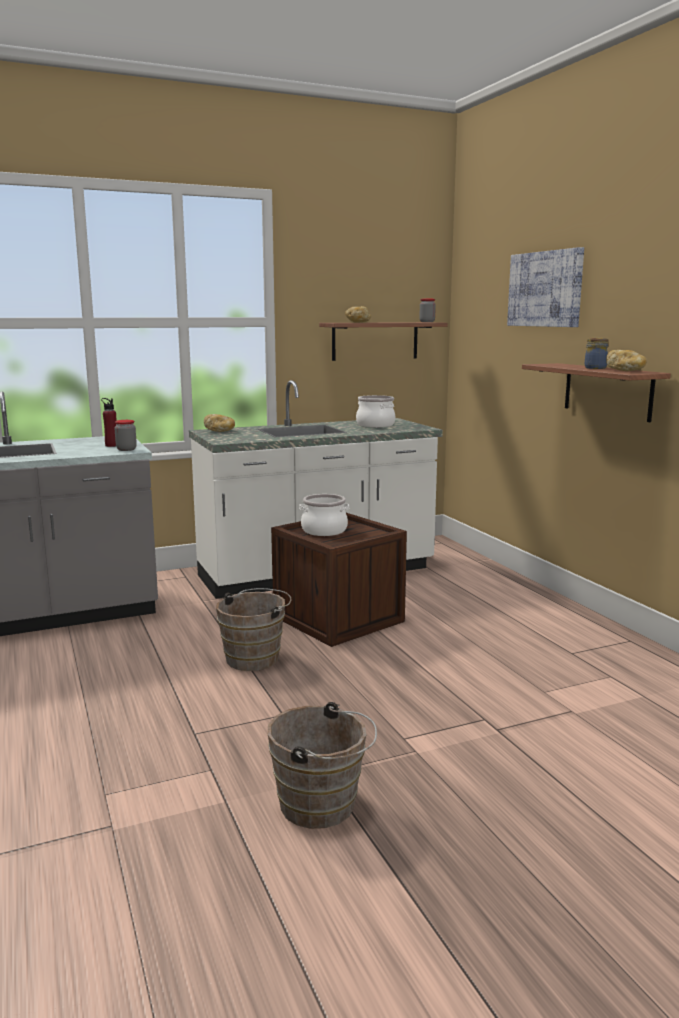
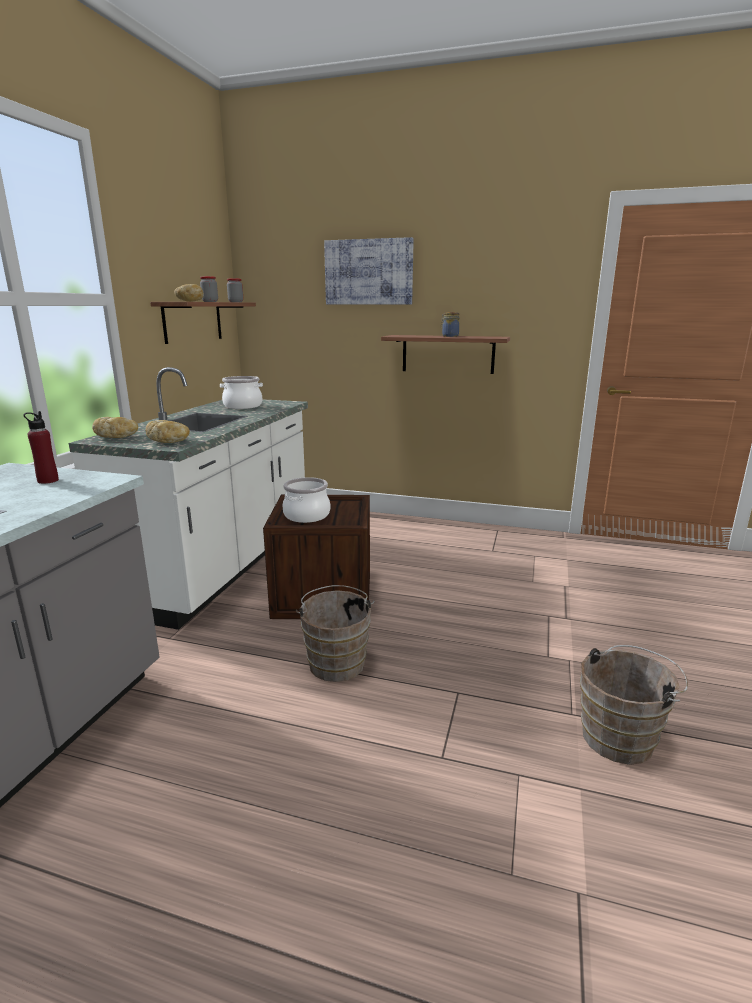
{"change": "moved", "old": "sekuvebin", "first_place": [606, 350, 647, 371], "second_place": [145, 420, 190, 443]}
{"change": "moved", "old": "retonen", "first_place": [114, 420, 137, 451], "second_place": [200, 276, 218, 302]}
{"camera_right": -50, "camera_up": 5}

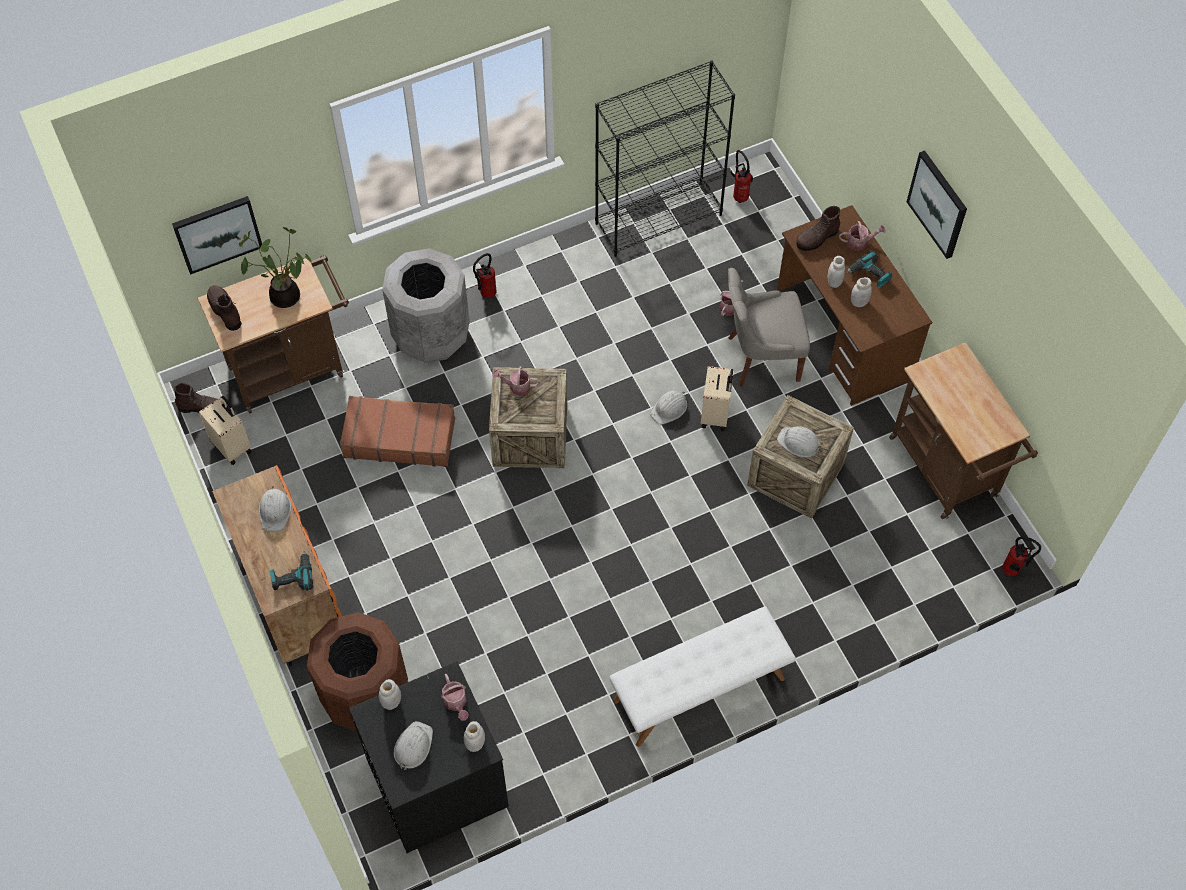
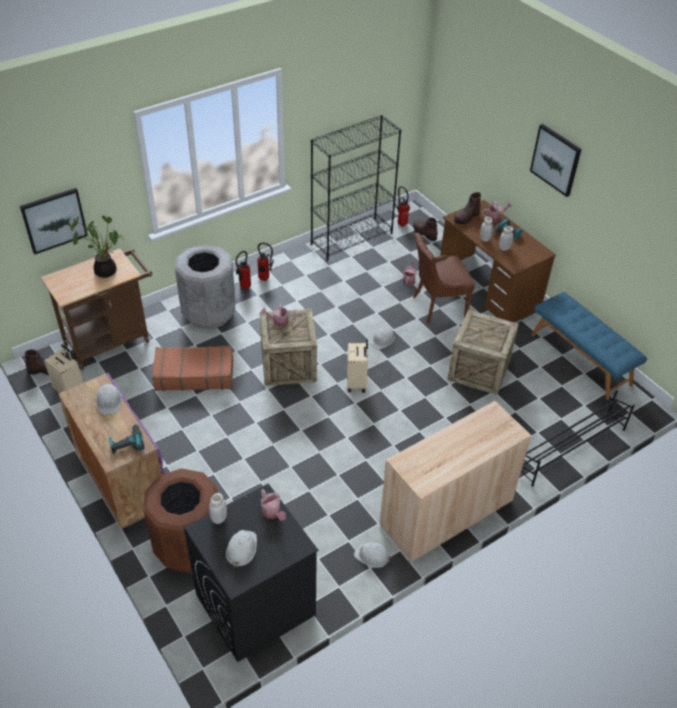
{"change": "recoloured", "old": "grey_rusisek", "new": "brown_rusisek", "first_place": [728, 268, 810, 387], "second_place": [413, 233, 475, 323]}
{"change": "moved", "old": "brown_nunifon", "first_place": [207, 285, 242, 331], "second_place": [413, 218, 438, 241]}
{"change": "replaced", "old": "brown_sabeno", "new": "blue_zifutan", "first_place": [889, 342, 1038, 519], "second_place": [531, 292, 647, 400]}
{"change": "moved", "old": "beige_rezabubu", "first_place": [701, 366, 734, 431], "second_place": [347, 339, 368, 393]}
{"change": "moved", "old": "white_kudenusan", "first_place": [777, 426, 822, 458], "second_place": [354, 542, 392, 568]}
{"change": "recoloured", "old": "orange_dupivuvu", "new": "purple_dupivuvu", "first_place": [212, 465, 342, 666], "second_place": [58, 373, 165, 533]}
{"change": "moved", "old": "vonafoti", "first_place": [1002, 536, 1041, 576], "second_place": [257, 243, 274, 281]}
{"change": "replaced", "old": "white_zifutan", "new": "beige_dupivuvu", "first_place": [609, 606, 796, 747], "second_place": [380, 401, 532, 563]}
{"change": "removed", "old": "white_retonen", "first_place": [464, 721, 485, 752]}
{"change": "added", "new": "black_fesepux", "second_place": [521, 390, 635, 486]}
{"camera_right": -10, "camera_up": -15}

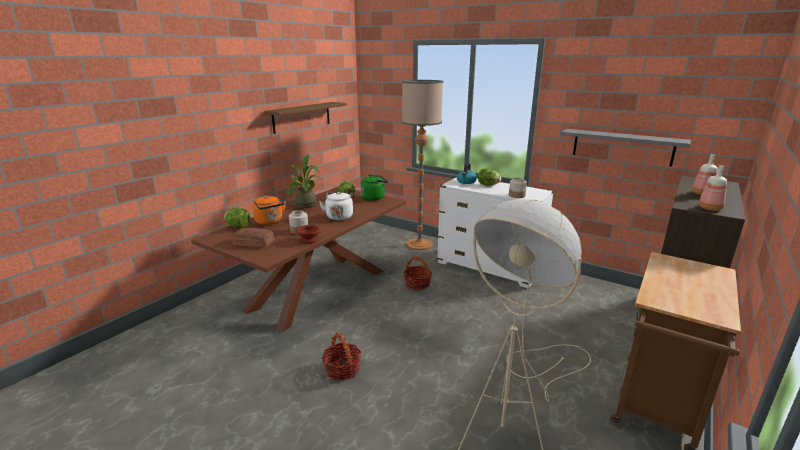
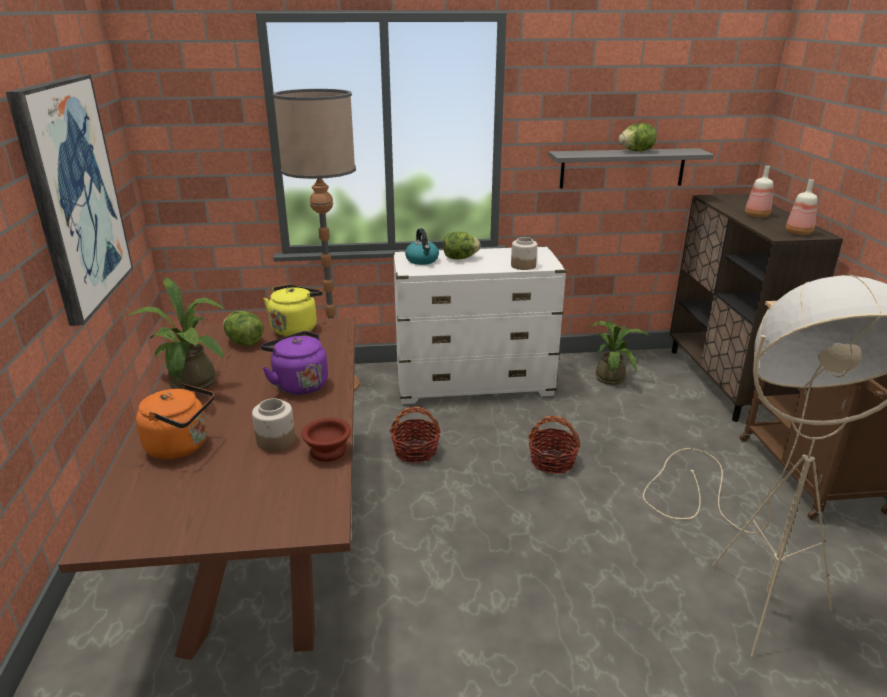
{"change": "replaced", "old": "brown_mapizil", "new": "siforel", "first_place": [264, 102, 347, 134], "second_place": [6, 75, 133, 326]}
{"change": "recoloured", "old": "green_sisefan", "new": "yellow_sisefan", "first_place": [360, 174, 389, 201], "second_place": [263, 285, 323, 336]}
{"change": "recoloured", "old": "white_sisefan", "new": "purple_sisefan", "first_place": [319, 192, 353, 220], "second_place": [261, 331, 328, 395]}
{"change": "moved", "old": "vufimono", "first_place": [224, 208, 250, 228], "second_place": [619, 123, 656, 151]}
{"change": "removed", "old": "sekuvebin", "first_place": [232, 228, 275, 247]}
{"change": "moved", "old": "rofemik", "first_place": [322, 333, 361, 380], "second_place": [528, 416, 580, 474]}
{"change": "added", "new": "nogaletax", "second_place": [589, 321, 650, 385]}
{"camera_right": -40, "camera_up": 5}

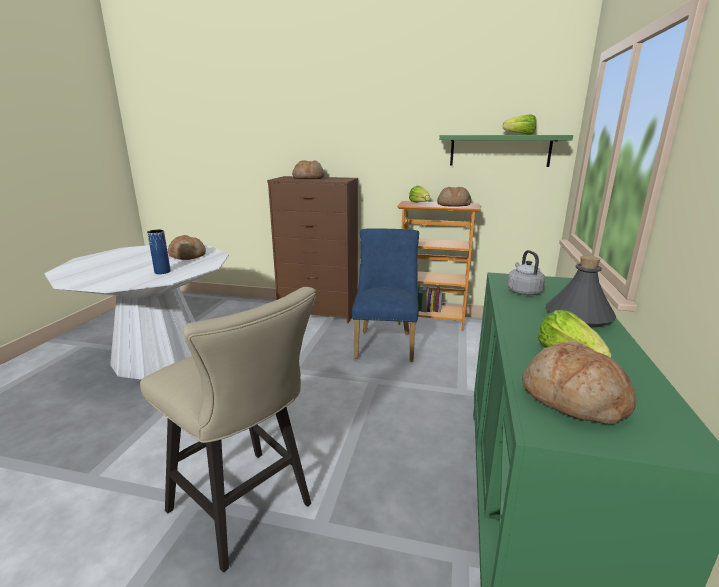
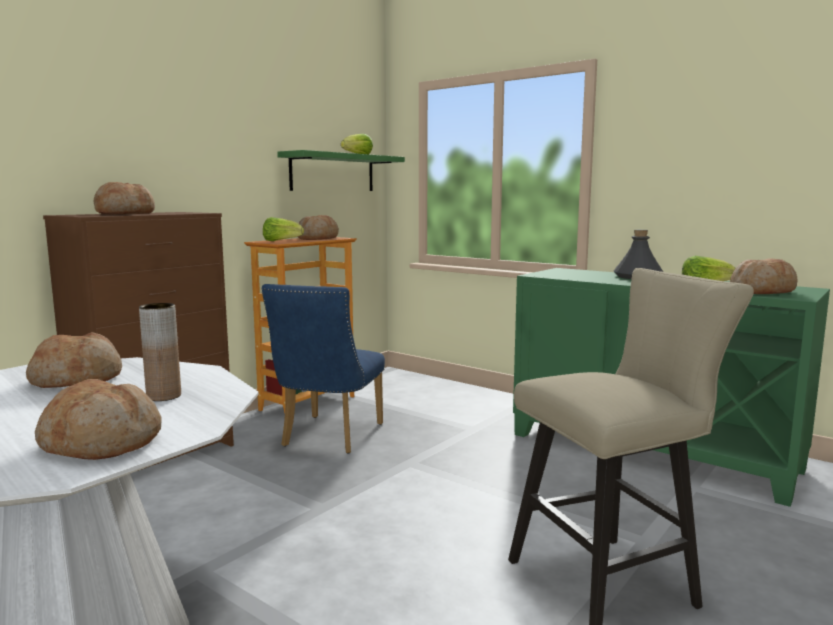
{"change": "turned", "old": "blue_rusisek", "first_place": [352, 228, 419, 362], "second_place": [262, 284, 385, 453], "degrees": -105}
{"change": "recoloured", "old": "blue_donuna", "new": "brown_donuna", "first_place": [147, 230, 171, 274], "second_place": [139, 303, 181, 401]}
{"change": "removed", "old": "grey_sisefan", "first_place": [508, 250, 545, 295]}
{"change": "added", "new": "sekuvebin", "second_place": [35, 379, 161, 460]}
{"camera_right": -65, "camera_up": -10}

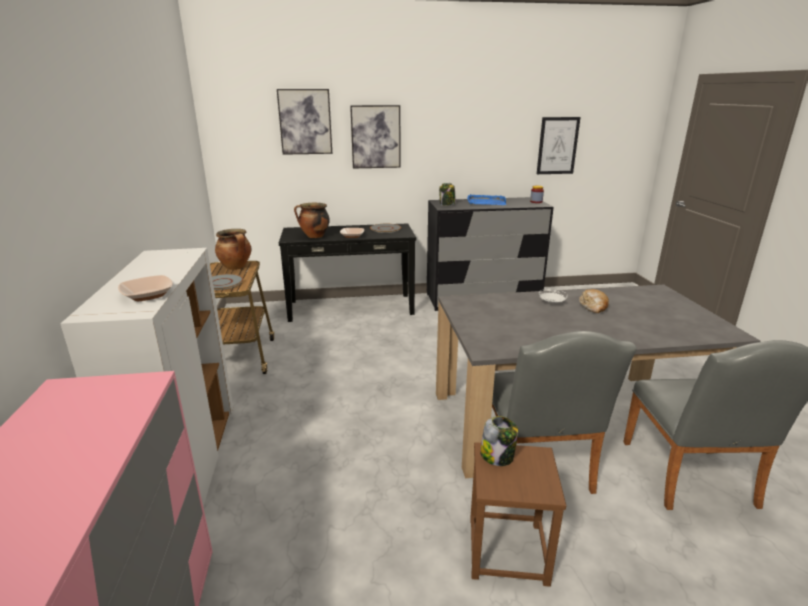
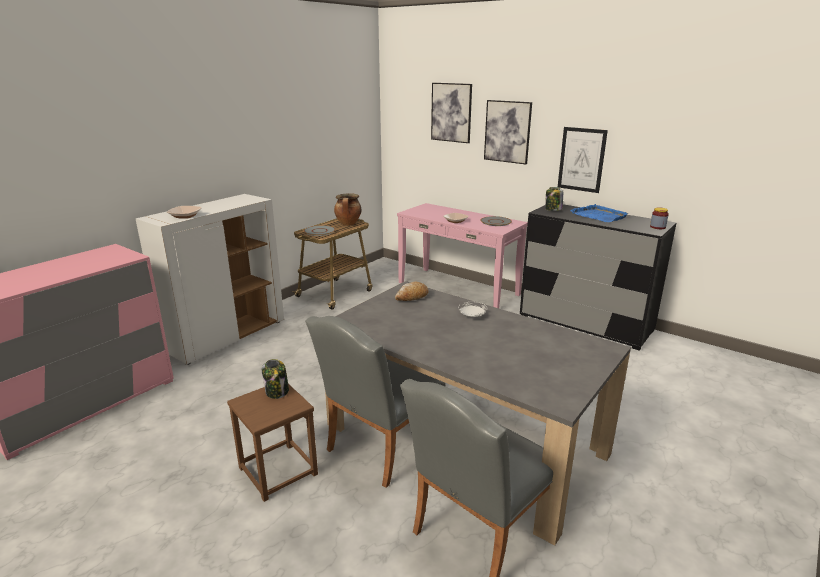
{"change": "moved", "old": "siforel", "first_place": [537, 117, 581, 174], "second_place": [558, 127, 608, 193]}
{"change": "removed", "old": "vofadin", "first_place": [294, 203, 330, 238]}
{"change": "recoloured", "old": "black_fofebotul", "new": "pink_fofebotul", "first_place": [279, 223, 416, 322], "second_place": [397, 203, 528, 308]}
{"change": "moved", "old": "sekuvebin", "first_place": [579, 289, 609, 313], "second_place": [395, 282, 429, 301]}
{"camera_right": 45, "camera_up": 0}

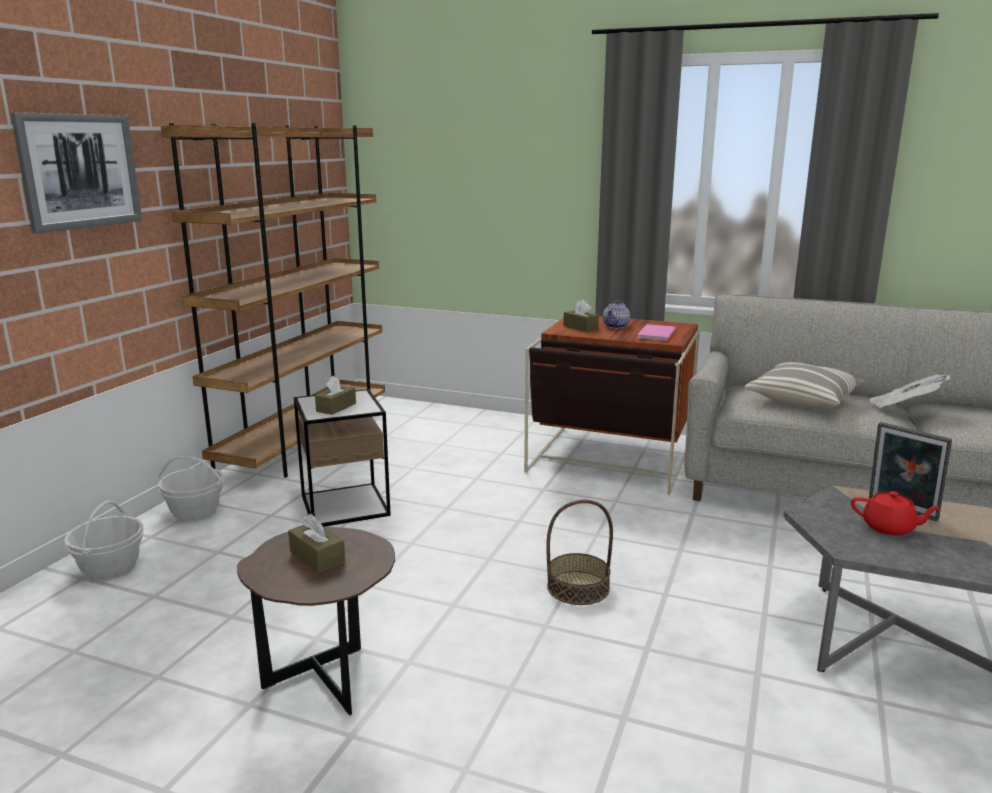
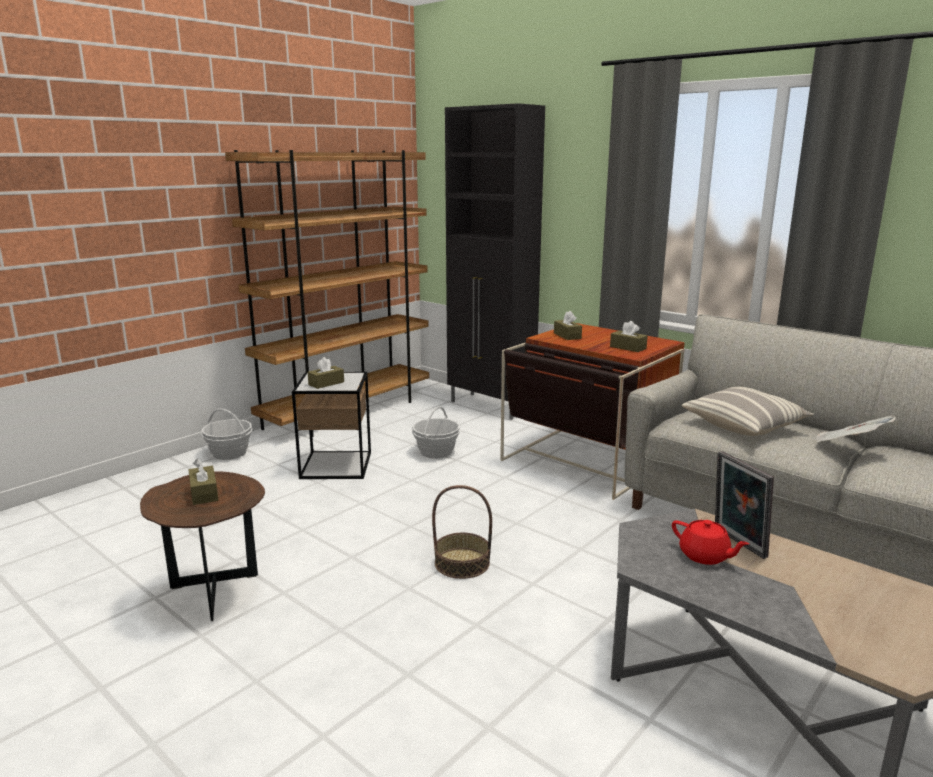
{"change": "removed", "old": "siforel", "first_place": [10, 112, 142, 234]}
{"change": "removed", "old": "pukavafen", "first_place": [603, 300, 630, 329]}
{"change": "replaced", "old": "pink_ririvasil", "new": "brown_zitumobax", "first_place": [637, 324, 676, 341], "second_place": [610, 321, 648, 352]}
{"change": "moved", "old": "rofemik", "first_place": [64, 500, 144, 581], "second_place": [412, 406, 460, 458]}
{"change": "added", "new": "black_dupivuvu", "second_place": [445, 103, 545, 420]}
{"camera_right": 20, "camera_up": 0}

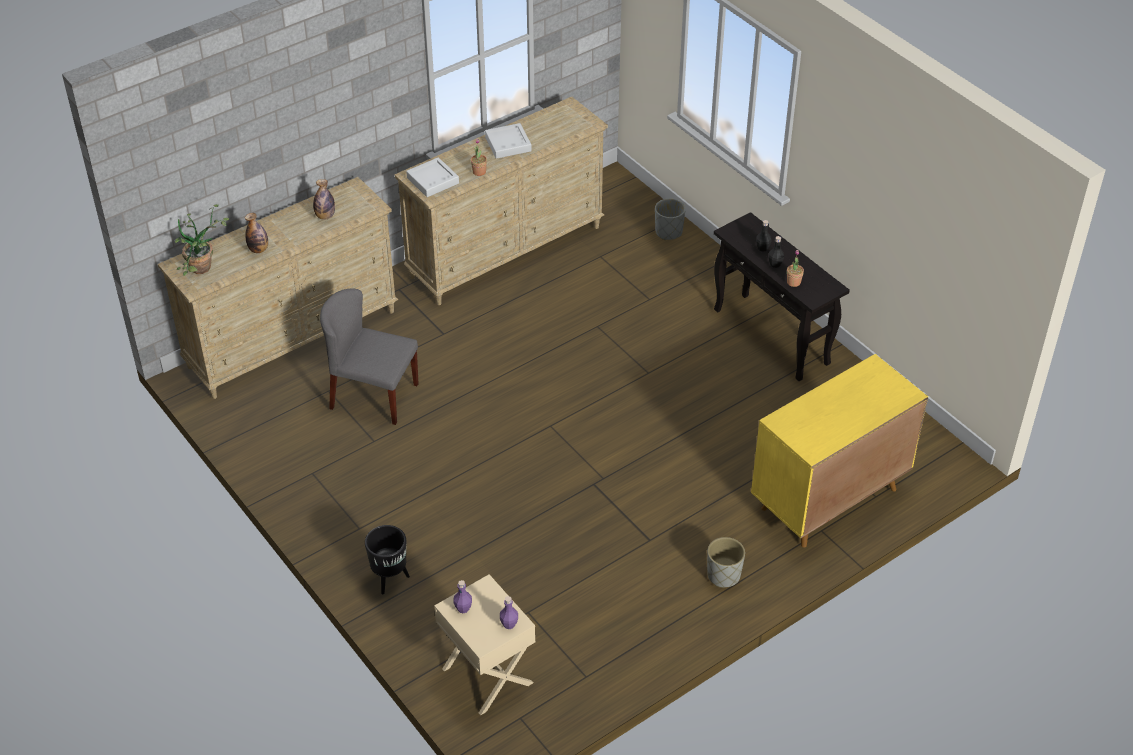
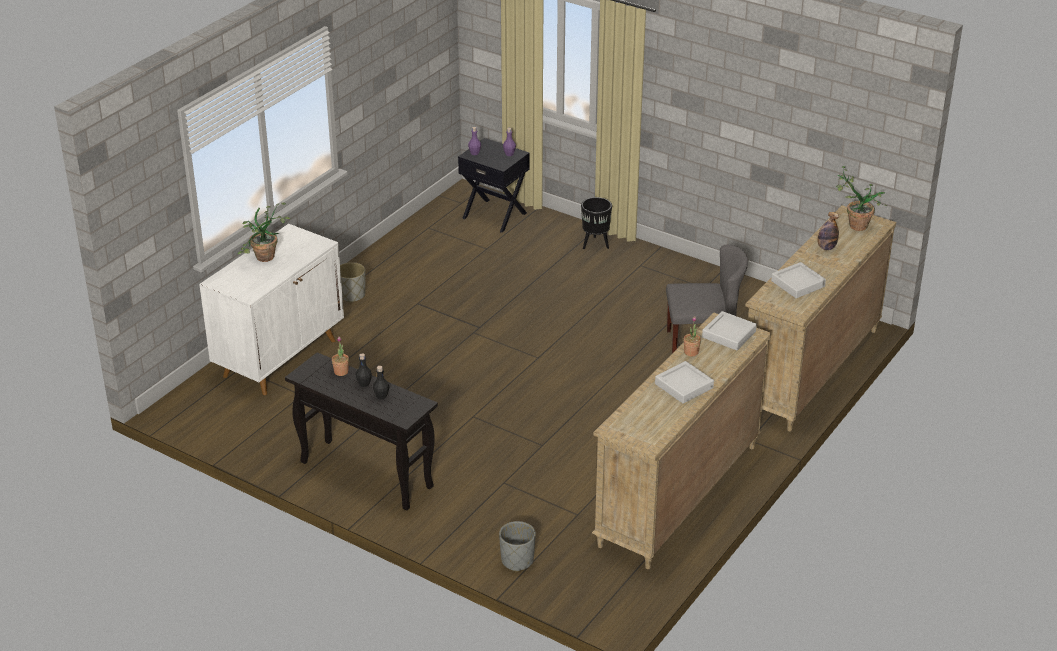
{"change": "replaced", "old": "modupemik", "new": "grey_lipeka", "first_place": [313, 179, 335, 220], "second_place": [771, 262, 826, 298]}
{"change": "recoloured", "old": "yellow_dupivuvu", "new": "white_dupivuvu", "first_place": [751, 354, 928, 548], "second_place": [199, 224, 344, 395]}
{"change": "recoloured", "old": "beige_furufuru", "new": "black_furufuru", "first_place": [434, 574, 535, 715], "second_place": [458, 138, 530, 233]}
{"change": "added", "new": "nogaletax", "second_place": [238, 202, 291, 262]}
{"camera_right": 160, "camera_up": -10}

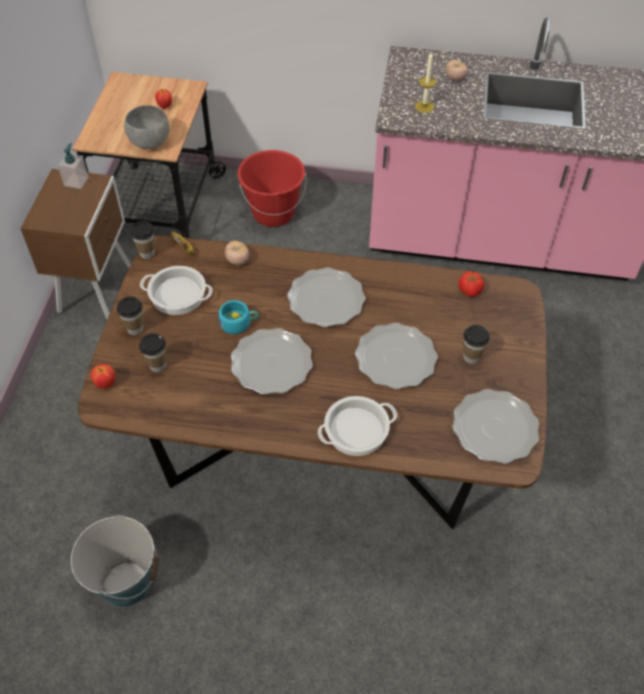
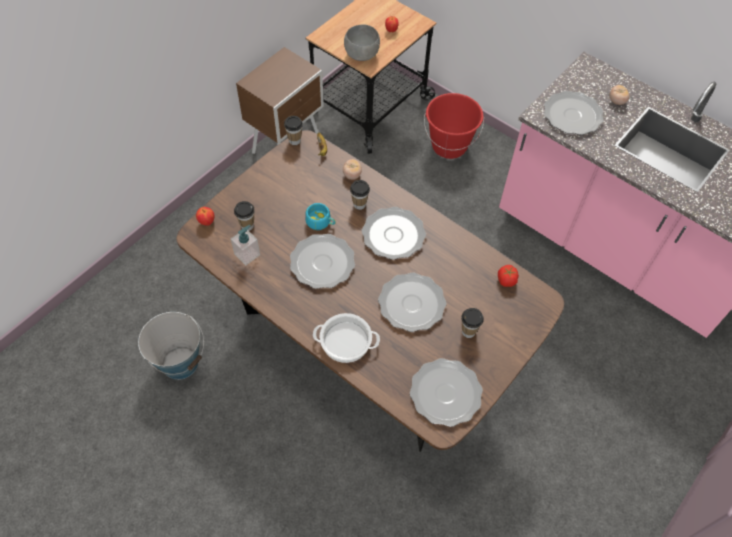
{"change": "replaced", "old": "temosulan", "new": "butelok", "first_place": [415, 52, 436, 113], "second_place": [544, 91, 604, 135]}
{"change": "moved", "old": "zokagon", "first_place": [57, 143, 89, 189], "second_place": [231, 225, 260, 265]}
{"change": "removed", "old": "vofadin", "first_place": [140, 266, 213, 315]}
{"change": "moved", "old": "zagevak", "first_place": [117, 296, 143, 335], "second_place": [350, 180, 370, 210]}
{"camera_right": 30, "camera_up": 5}

